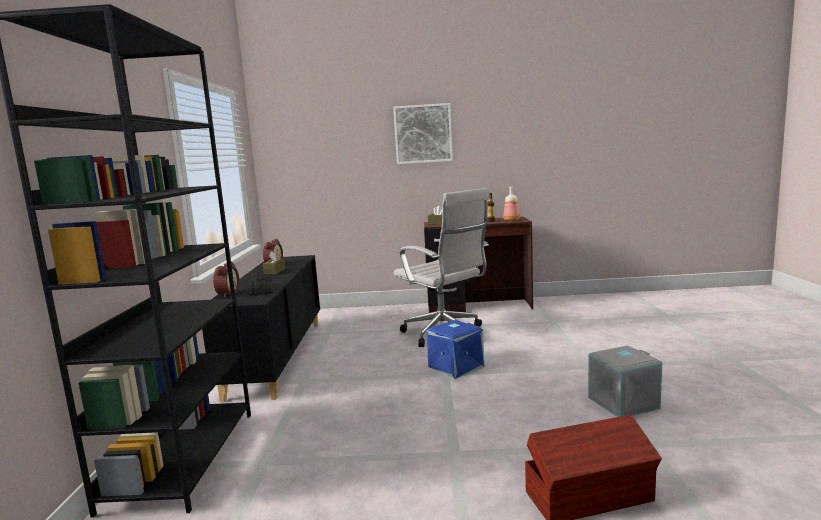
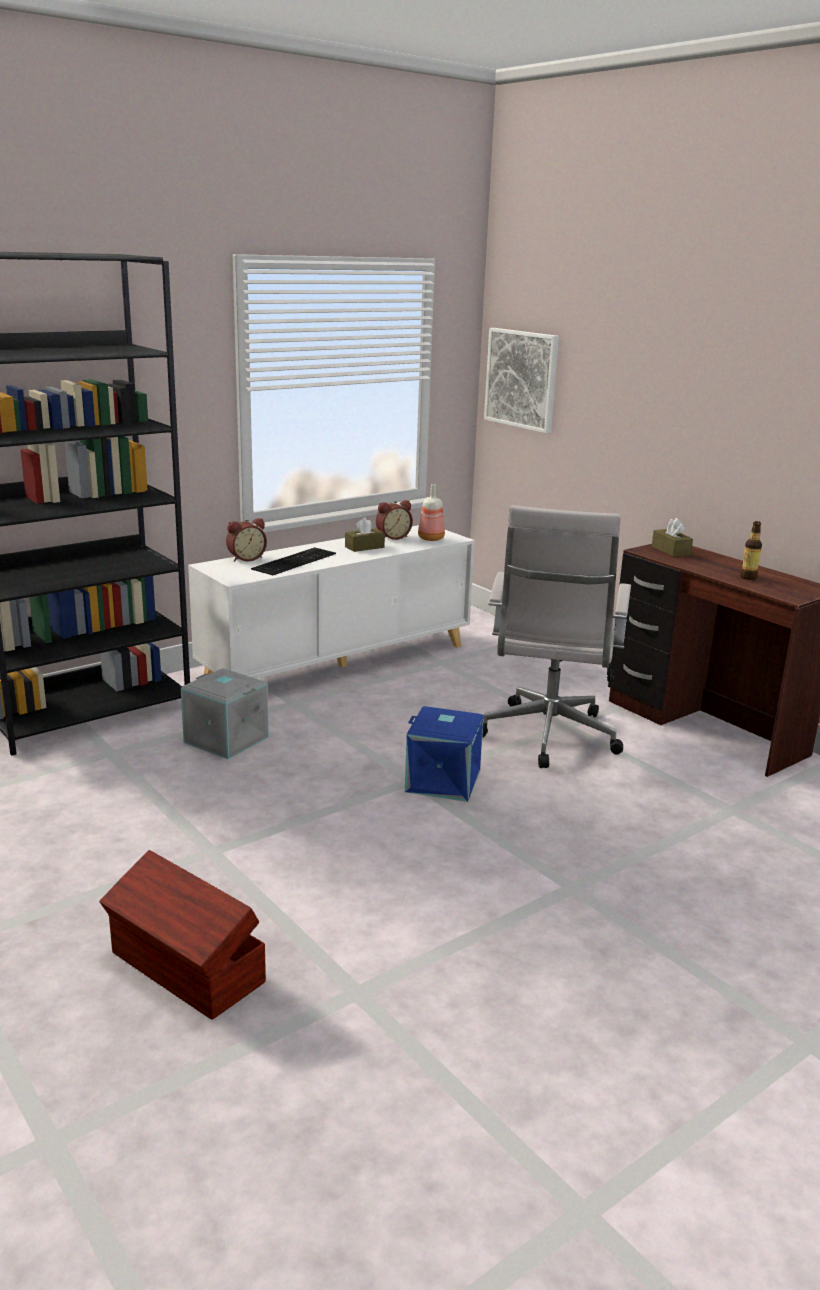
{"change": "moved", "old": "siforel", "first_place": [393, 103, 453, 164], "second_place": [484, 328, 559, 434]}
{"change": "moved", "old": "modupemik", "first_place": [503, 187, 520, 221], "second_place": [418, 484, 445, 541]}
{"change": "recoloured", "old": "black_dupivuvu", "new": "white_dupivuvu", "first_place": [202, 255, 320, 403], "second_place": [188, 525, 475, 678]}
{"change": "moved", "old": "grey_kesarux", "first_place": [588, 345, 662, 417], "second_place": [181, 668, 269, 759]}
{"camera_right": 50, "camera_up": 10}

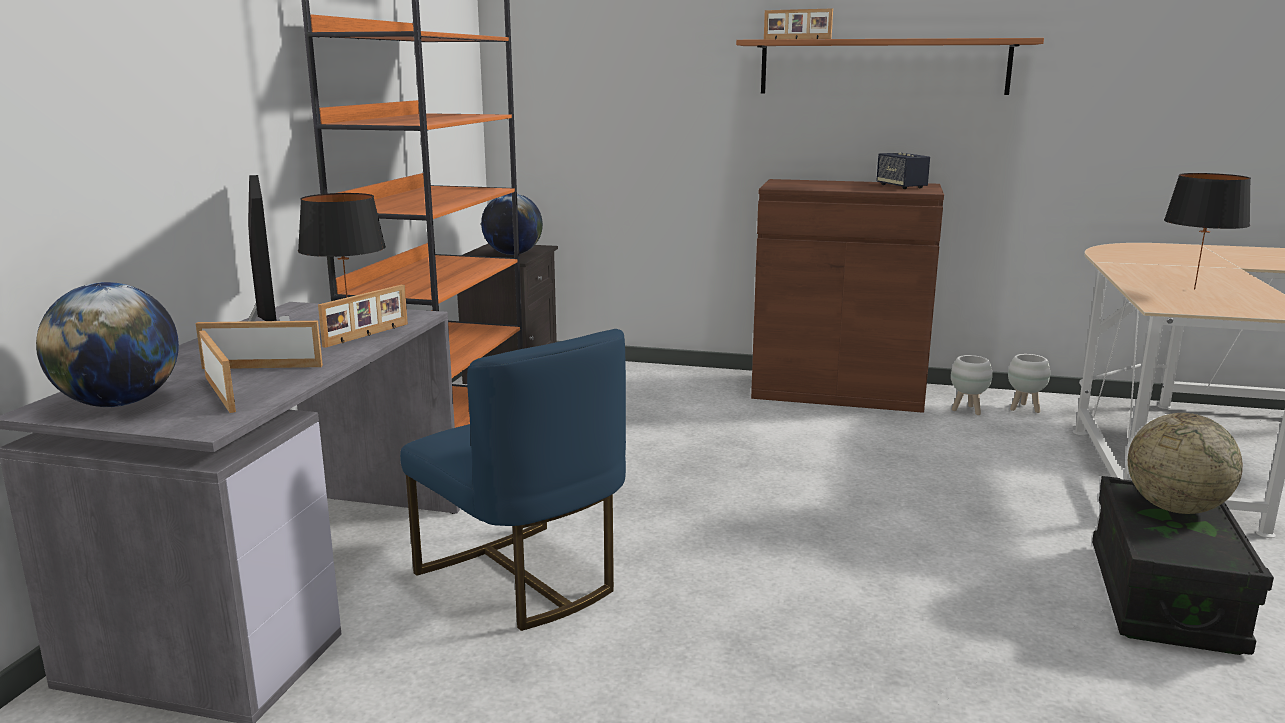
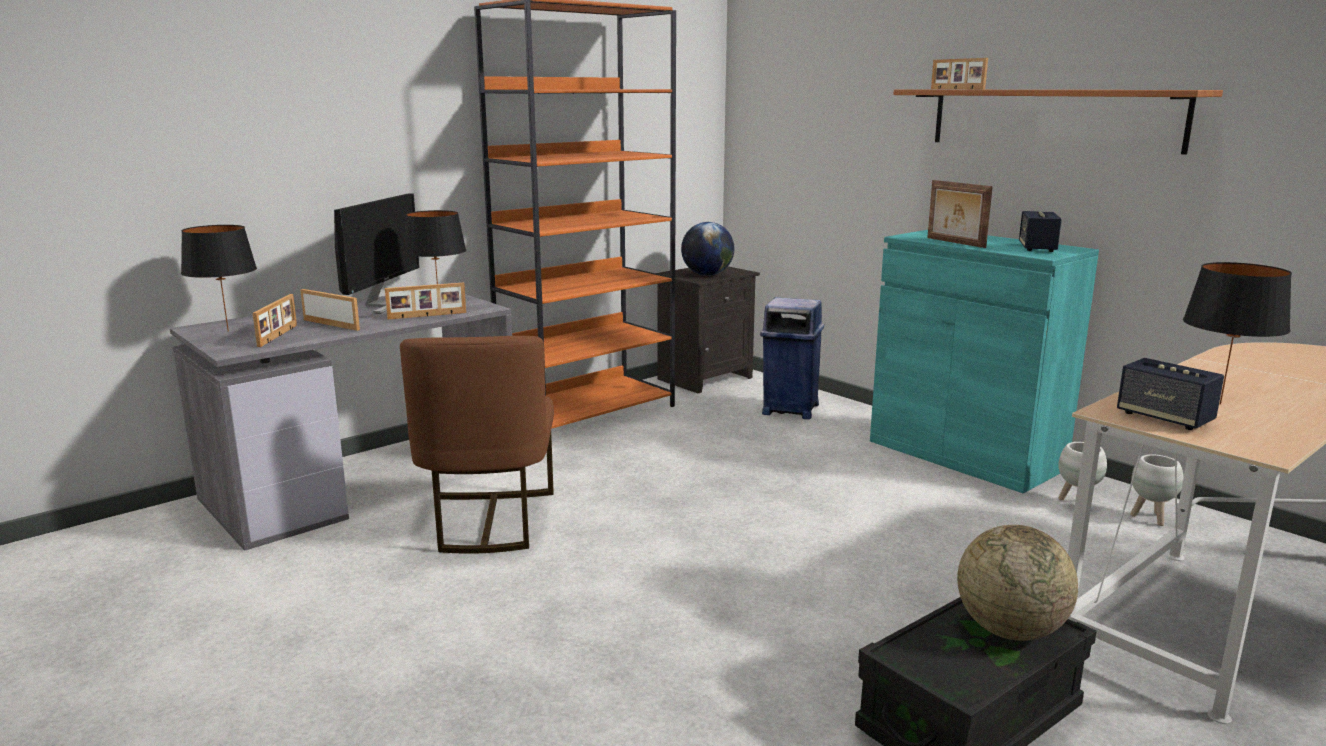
{"change": "recoloured", "old": "brown_dupivuvu", "new": "turquoise_dupivuvu", "first_place": [751, 179, 944, 413], "second_place": [870, 230, 1099, 493]}
{"change": "replaced", "old": "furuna", "new": "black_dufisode", "first_place": [36, 282, 179, 407], "second_place": [181, 225, 257, 332]}
{"change": "recoloured", "old": "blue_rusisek", "new": "brown_rusisek", "first_place": [400, 329, 626, 631], "second_place": [400, 336, 554, 554]}
{"change": "added", "new": "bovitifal", "second_place": [927, 180, 993, 248]}
{"change": "added", "new": "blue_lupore", "second_place": [760, 297, 824, 419]}
{"change": "added", "new": "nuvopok", "second_place": [1117, 358, 1224, 430]}
{"camera_right": 35, "camera_up": 0}

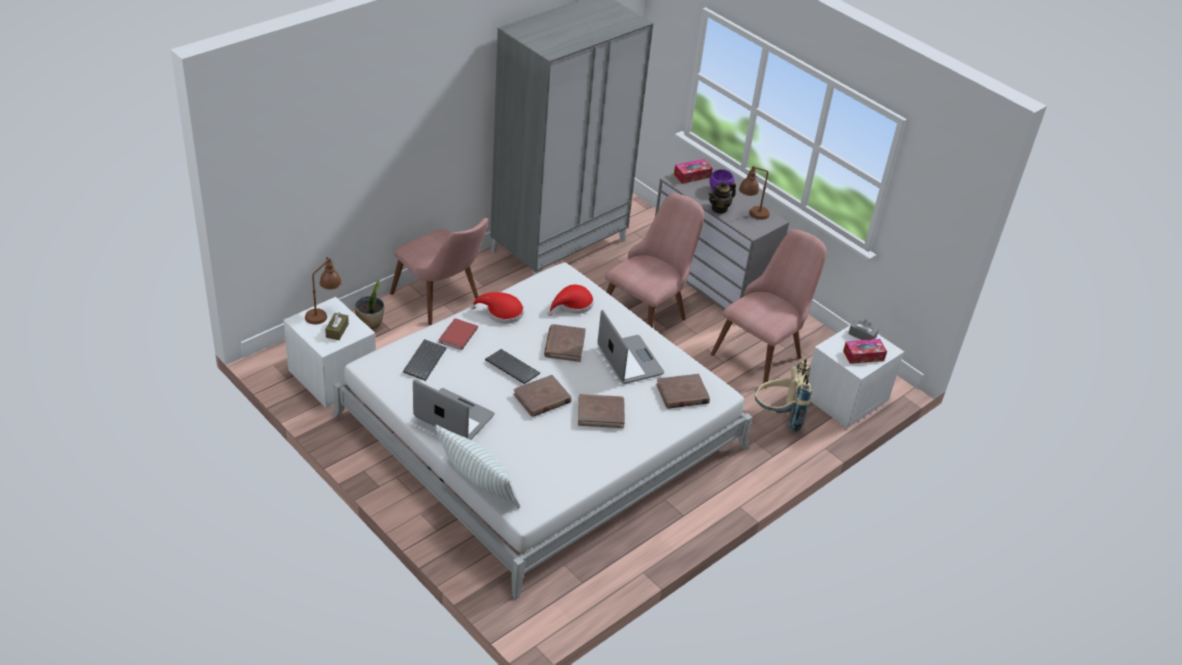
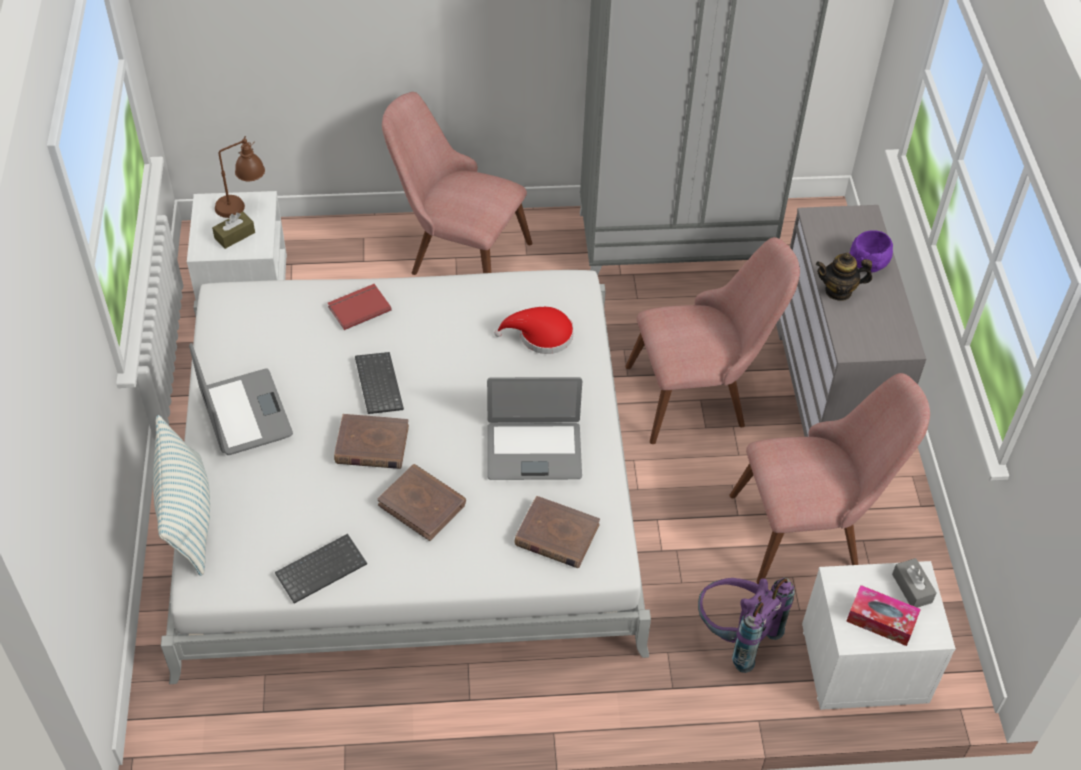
{"change": "removed", "old": "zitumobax", "first_place": [674, 159, 713, 184]}
{"change": "removed", "old": "brown_dufisode", "first_place": [739, 166, 770, 220]}
{"change": "turned", "old": "pink_rusisek", "first_place": [390, 218, 488, 325], "second_place": [382, 92, 532, 275], "degrees": 120}
{"change": "removed", "old": "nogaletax", "first_place": [355, 279, 384, 330]}
{"change": "removed", "old": "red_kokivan", "first_place": [470, 292, 524, 324]}
{"change": "turned", "old": "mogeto", "first_place": [597, 310, 664, 384], "second_place": [487, 377, 582, 480], "degrees": 75}
{"change": "removed", "old": "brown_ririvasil", "first_place": [544, 324, 586, 362]}
{"change": "moved", "old": "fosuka", "first_place": [403, 339, 447, 381], "second_place": [275, 534, 367, 604]}
{"change": "recoloured", "old": "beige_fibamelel", "new": "purple_fibamelel", "first_place": [755, 359, 812, 432], "second_place": [698, 578, 794, 673]}
{"camera_right": 40, "camera_up": 10}

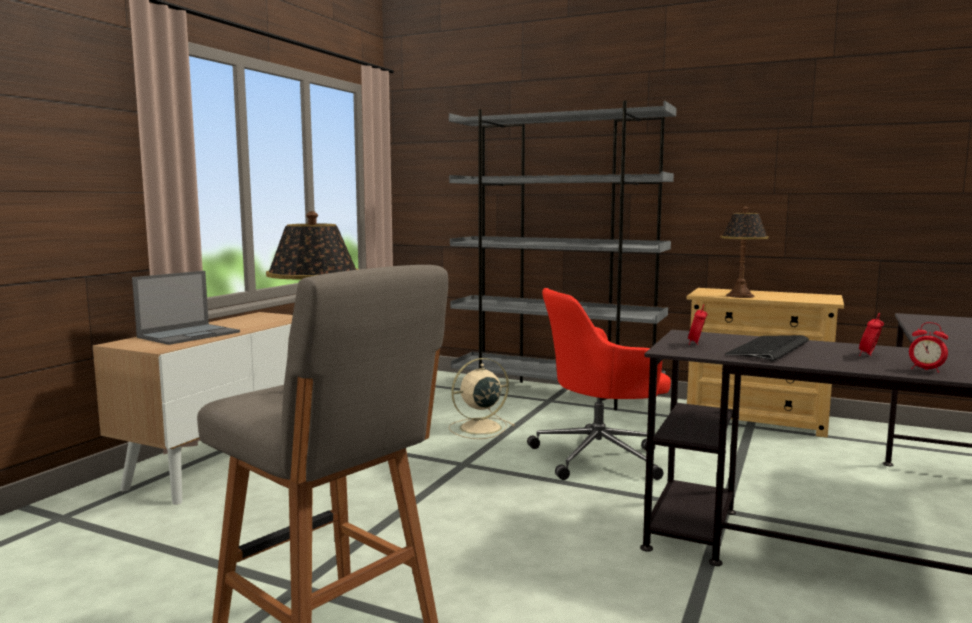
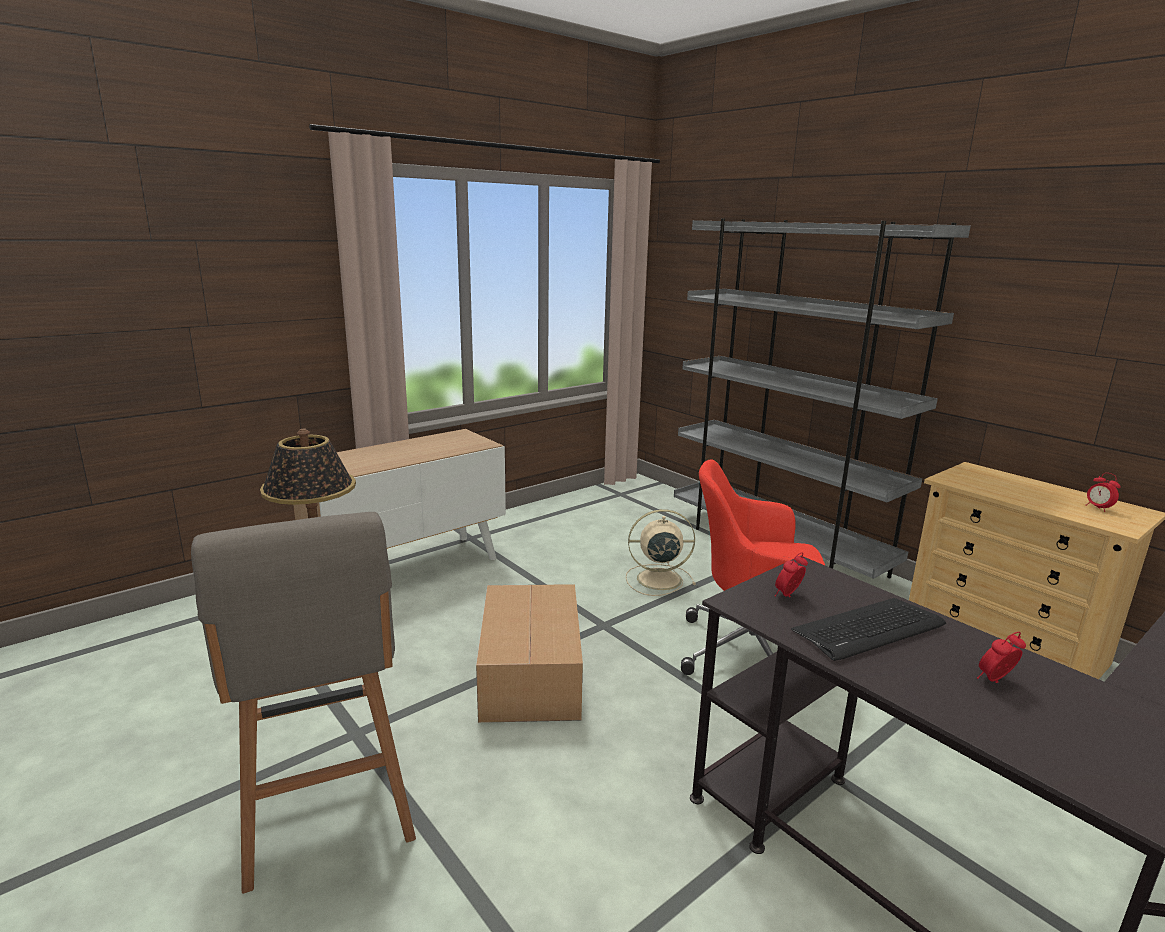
{"change": "removed", "old": "dufisode", "first_place": [720, 207, 769, 298]}
{"change": "removed", "old": "mogeto", "first_place": [132, 271, 240, 345]}
{"change": "moved", "old": "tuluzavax", "first_place": [909, 322, 948, 373], "second_place": [1086, 473, 1121, 512]}
{"change": "added", "new": "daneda", "second_place": [476, 584, 583, 723]}
{"camera_right": 25, "camera_up": 10}

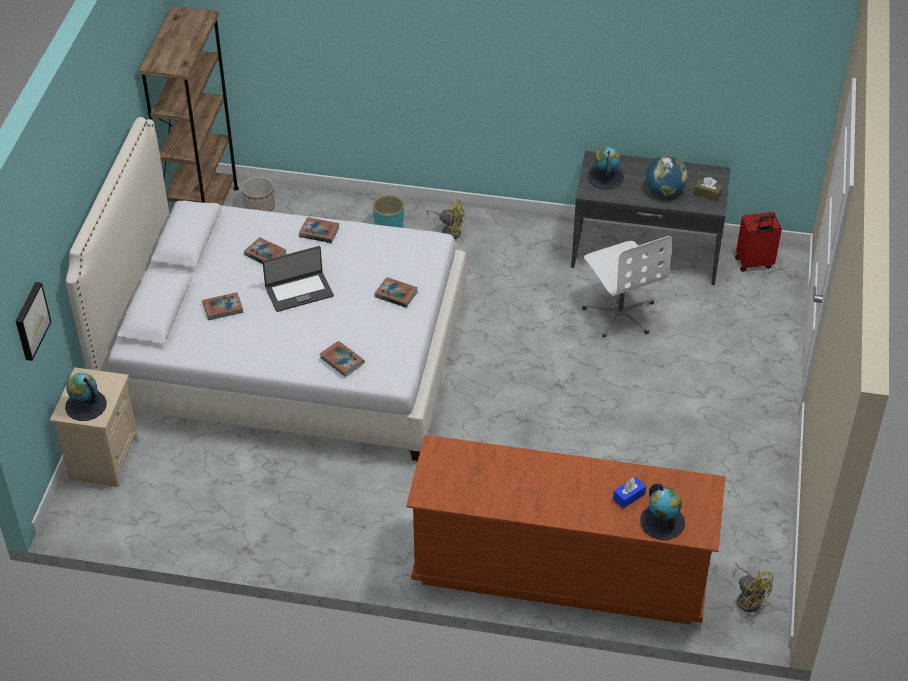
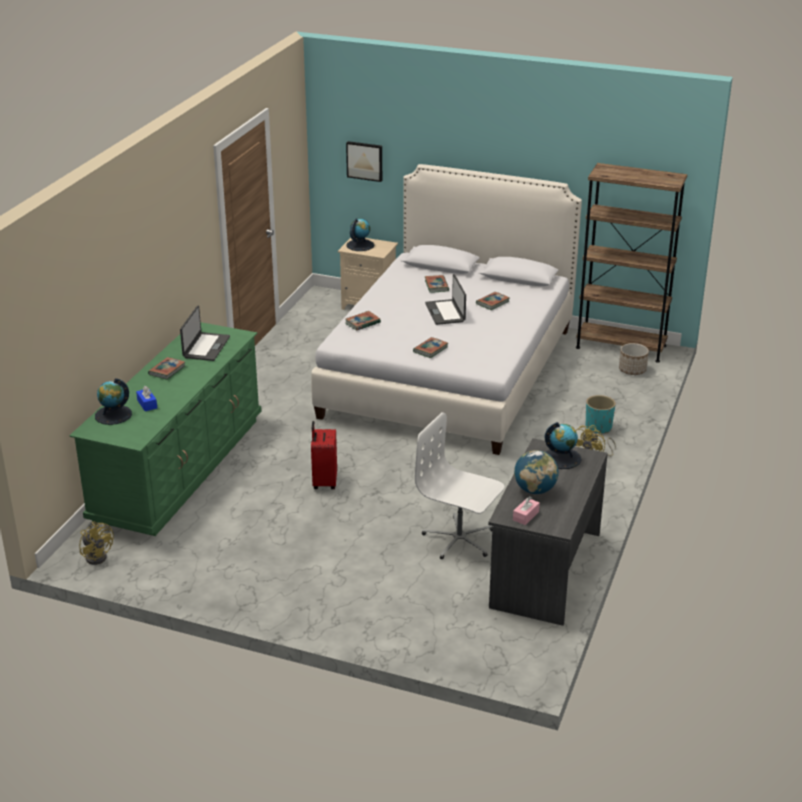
{"change": "recoloured", "old": "brown_zitumobax", "new": "pink_zitumobax", "first_place": [694, 177, 723, 201], "second_place": [513, 496, 540, 525]}
{"change": "moved", "old": "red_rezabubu", "first_place": [735, 212, 782, 272], "second_place": [311, 421, 337, 489]}
{"change": "moved", "old": "ririvasil", "first_place": [299, 217, 339, 243], "second_place": [148, 357, 185, 380]}
{"change": "turned", "old": "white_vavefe", "first_place": [582, 236, 672, 338], "second_place": [415, 412, 504, 559], "degrees": 45}
{"change": "recoloured", "old": "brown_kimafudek", "new": "green_kimafudek", "first_place": [406, 435, 725, 624], "second_place": [70, 322, 262, 536]}
{"change": "turned", "old": "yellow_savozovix", "first_place": [735, 563, 774, 612], "second_place": [79, 521, 114, 565], "degrees": -105}
{"change": "added", "new": "mogeto", "second_place": [180, 305, 230, 361]}
{"camera_right": 100, "camera_up": -15}

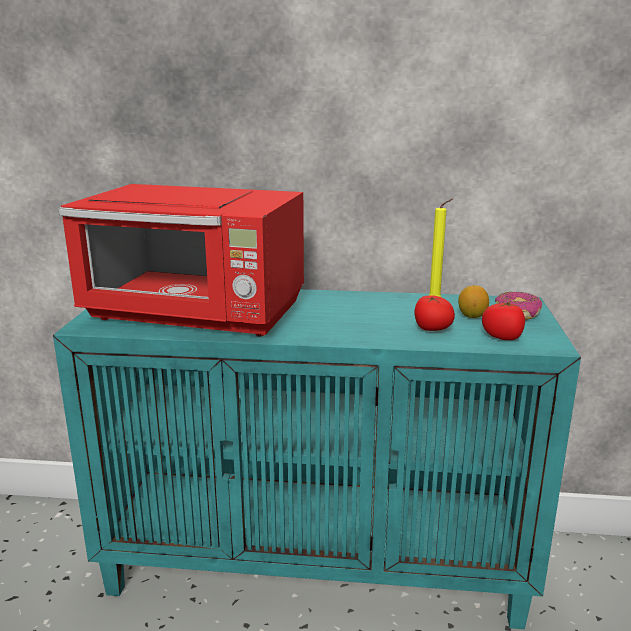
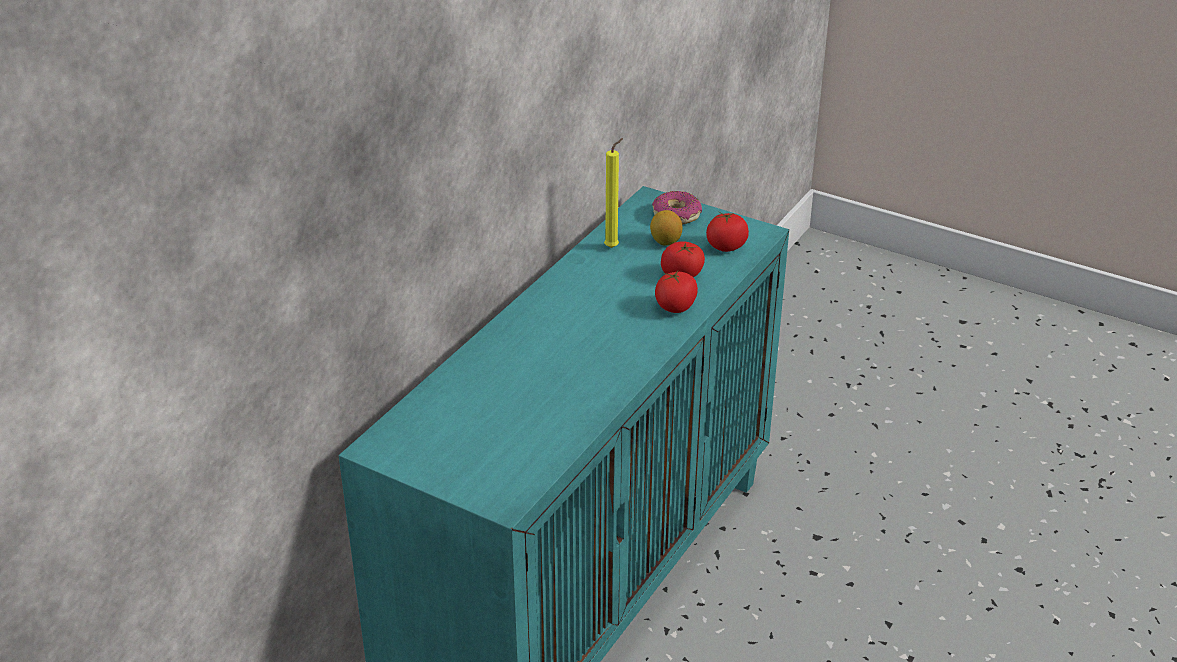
{"change": "removed", "old": "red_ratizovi", "first_place": [58, 184, 304, 336]}
{"change": "added", "new": "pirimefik", "second_place": [655, 271, 698, 313]}
{"camera_right": -65, "camera_up": 15}

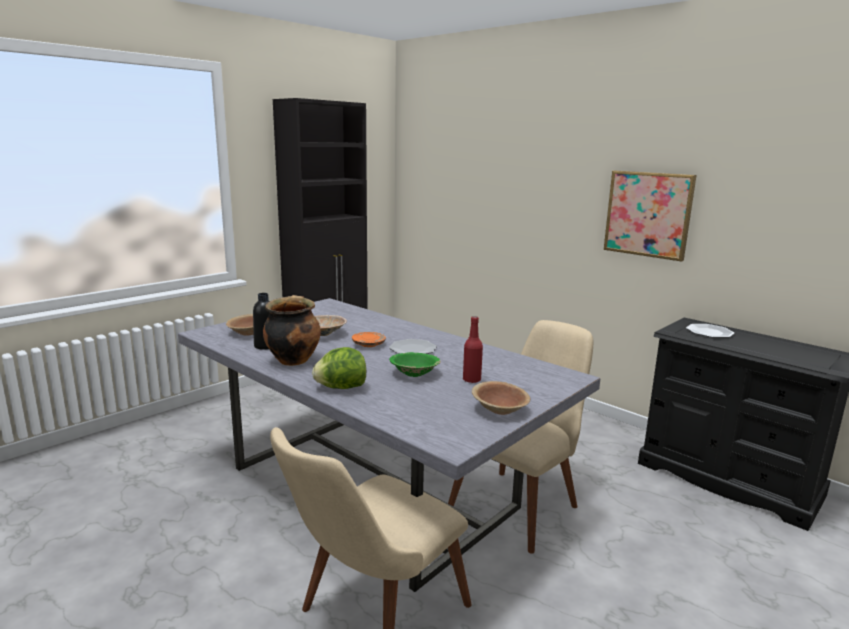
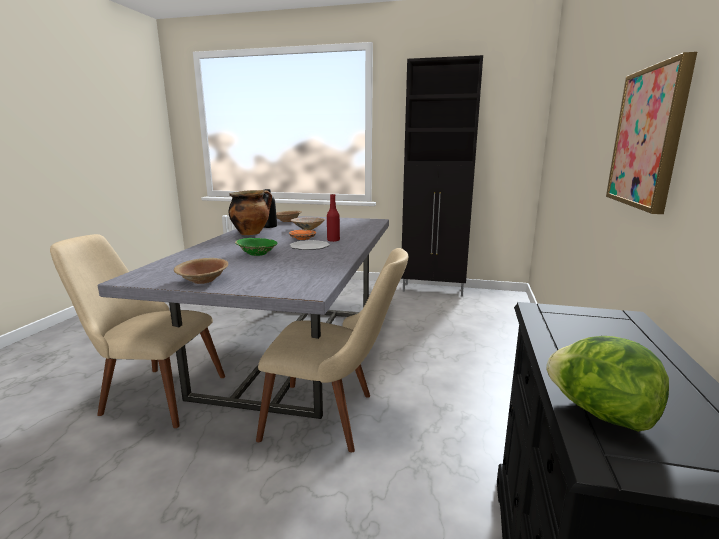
{"change": "moved", "old": "red_modupemik", "first_place": [463, 316, 483, 383], "second_place": [327, 194, 340, 241]}
{"change": "removed", "old": "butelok", "first_place": [686, 324, 735, 338]}
{"change": "moved", "old": "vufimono", "first_place": [312, 347, 366, 389], "second_place": [546, 336, 669, 432]}
{"camera_right": 60, "camera_up": 0}

